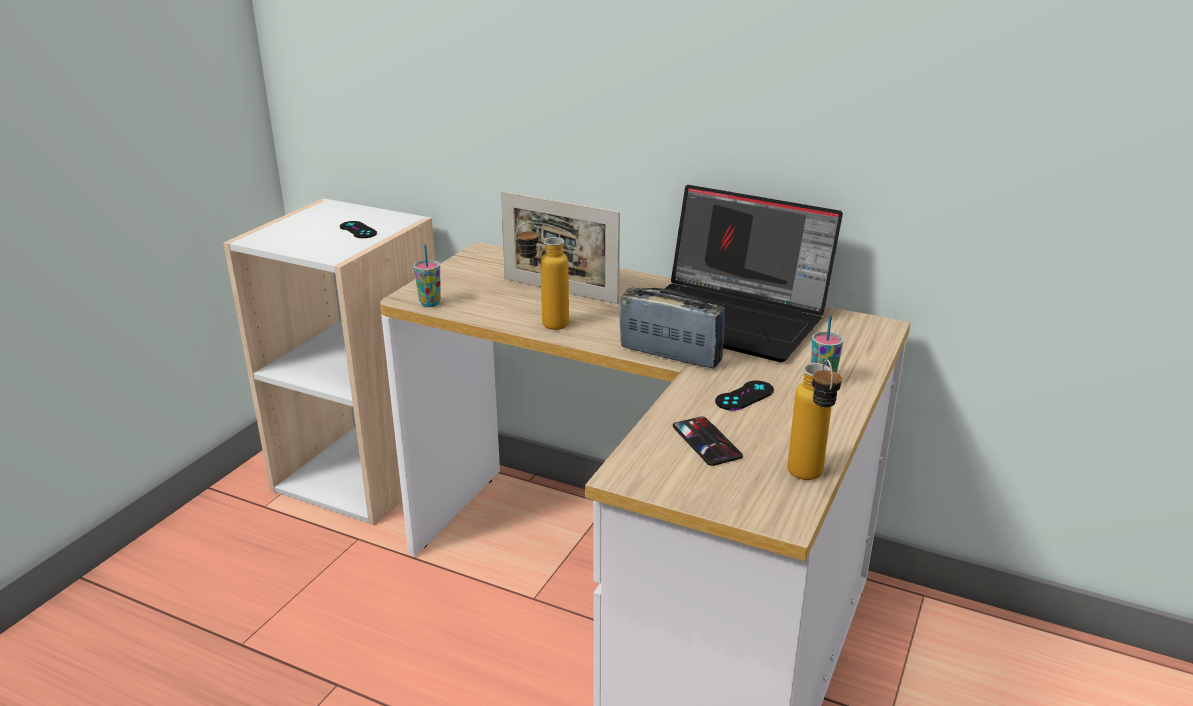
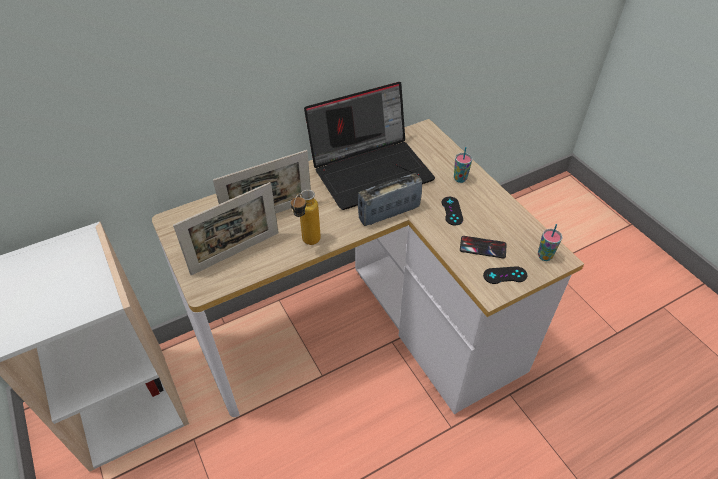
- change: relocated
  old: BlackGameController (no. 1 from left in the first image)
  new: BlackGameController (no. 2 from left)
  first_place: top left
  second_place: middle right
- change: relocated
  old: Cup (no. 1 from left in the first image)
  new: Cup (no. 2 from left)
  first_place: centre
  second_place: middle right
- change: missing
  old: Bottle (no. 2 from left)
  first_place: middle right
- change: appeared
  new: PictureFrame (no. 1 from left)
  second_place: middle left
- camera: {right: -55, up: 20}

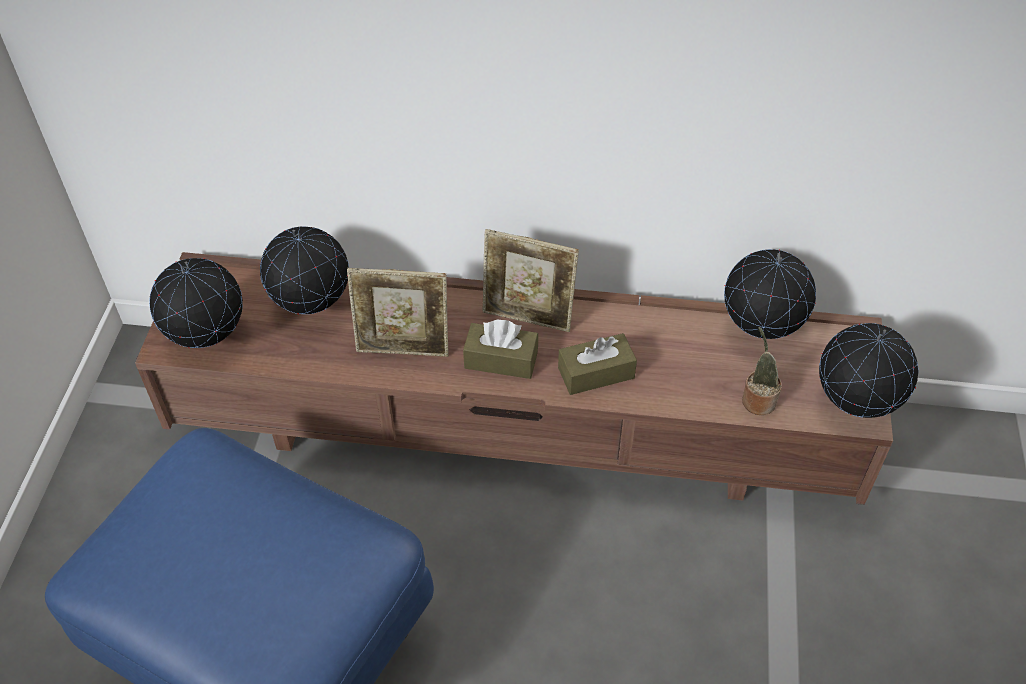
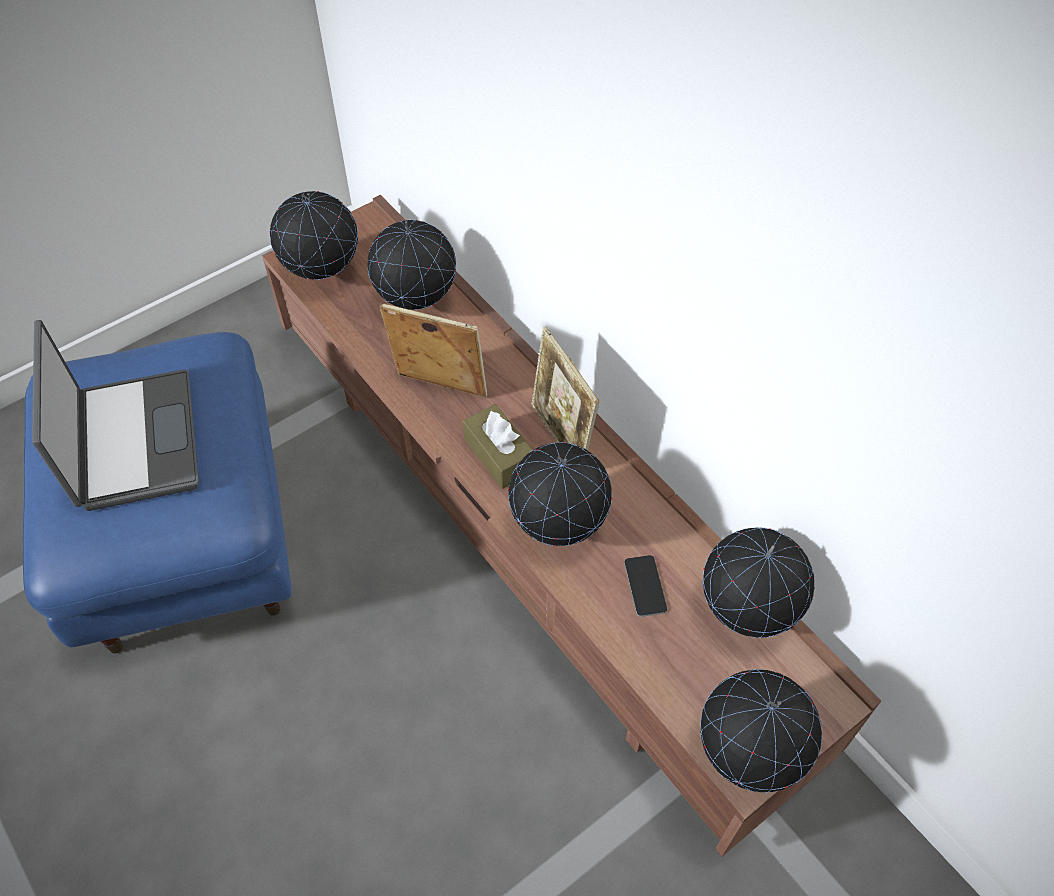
- change: spun
  old: PictureFrame (no. 1 from left)
  first_place: centre
  second_place: centre
  degrees: 150
- change: missing
  old: PottedPlant
  first_place: middle right
- change: exchanged
  old: BrownTissueBox (no. 2 from left)
  new: Globe (no. 3 from left)
  first_place: centre
  second_place: centre
- change: appeared
  new: Laptop
  second_place: middle left
- change: appeared
  new: Phone
  second_place: centre
- camera: {right: 45, up: 5}

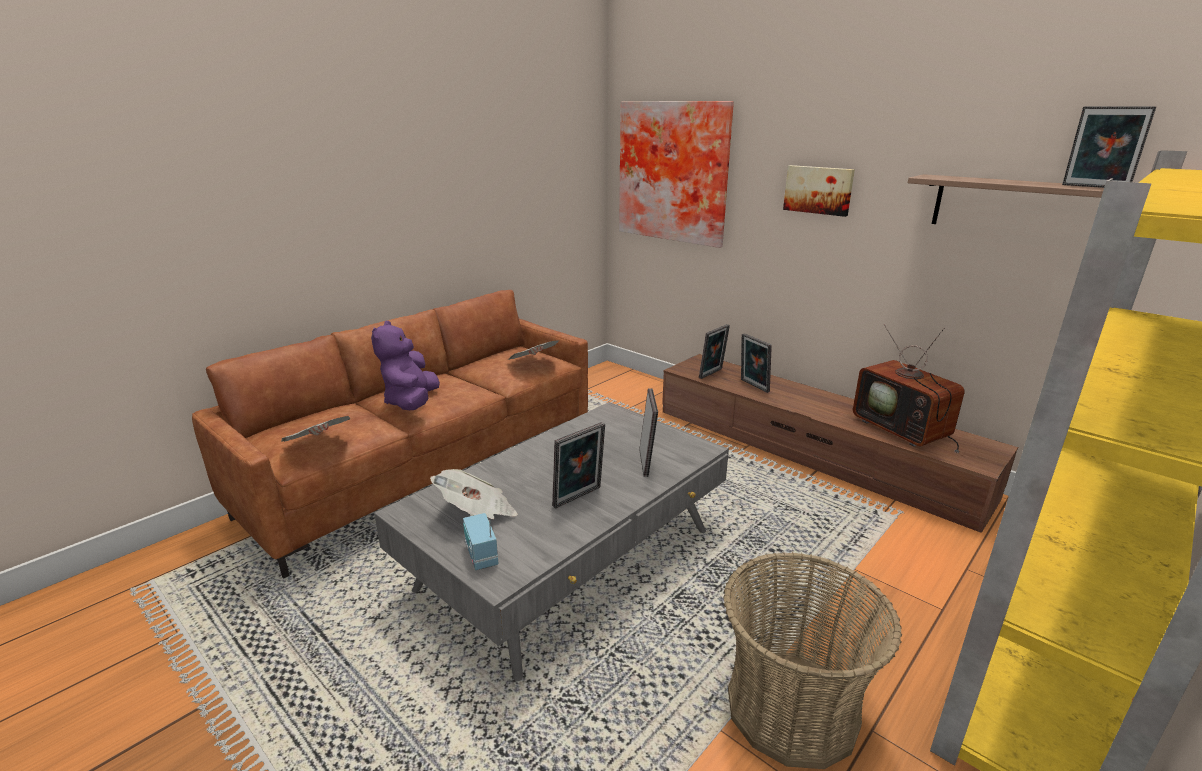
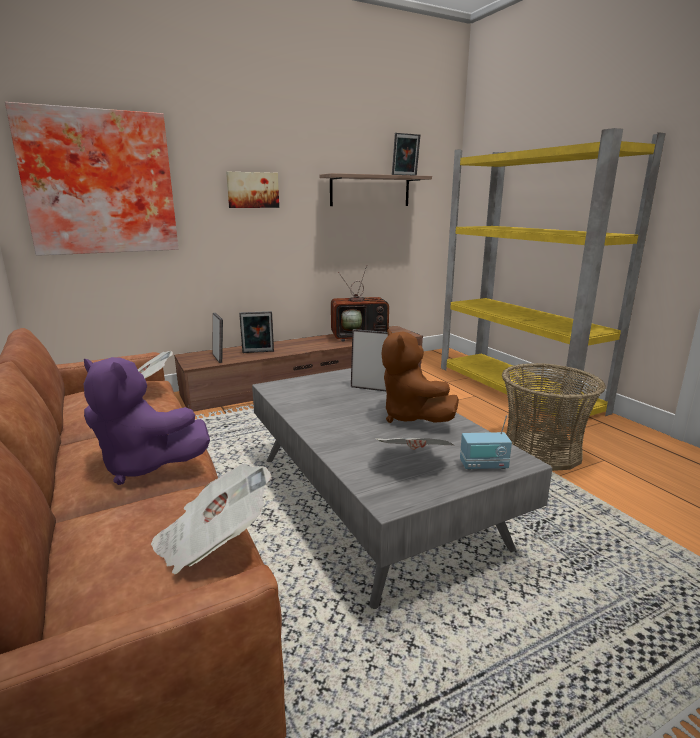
- change: exchanged
  old: PictureFrame (no. 1 from left)
  new: BrownPlushToy
  first_place: centre
  second_place: centre
- camera: {right: -70, up: -5}

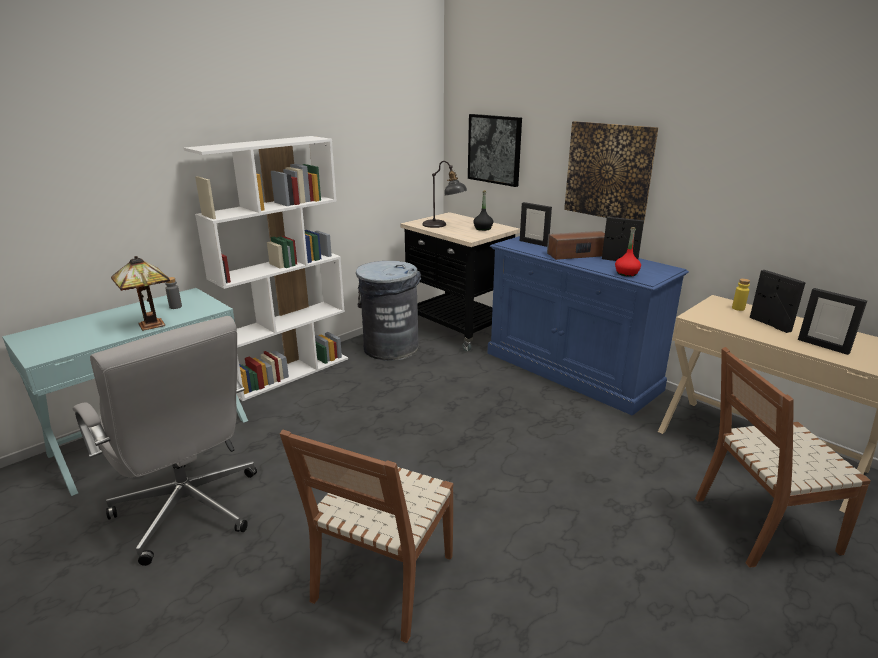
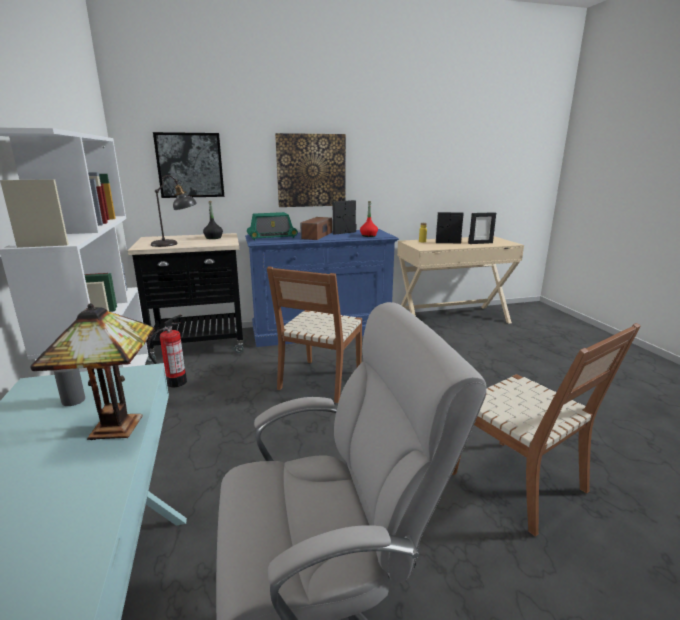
- change: exchanged
  old: PictureFrame (no. 1 from left)
  new: Radio
  first_place: centre
  second_place: centre
- change: exchanged
  old: GreyTrashCan
  new: FireExtinguisher
  first_place: centre
  second_place: middle left
- change: relocated
  old: Chair (no. 2 from left in the first image)
  new: Chair (no. 1 from left)
  first_place: bottom right
  second_place: centre
- camera: {right: -60, up: -5}

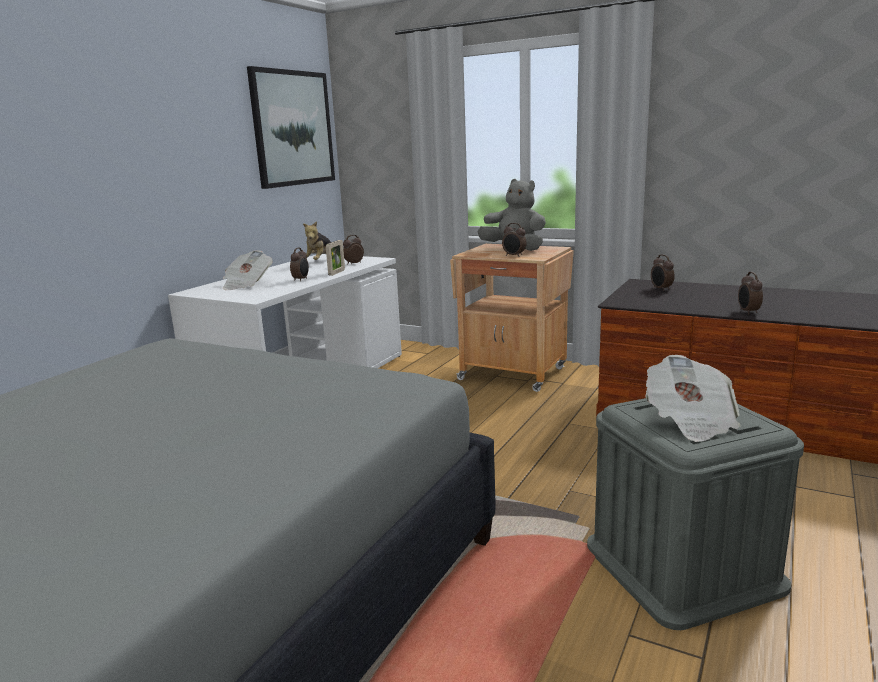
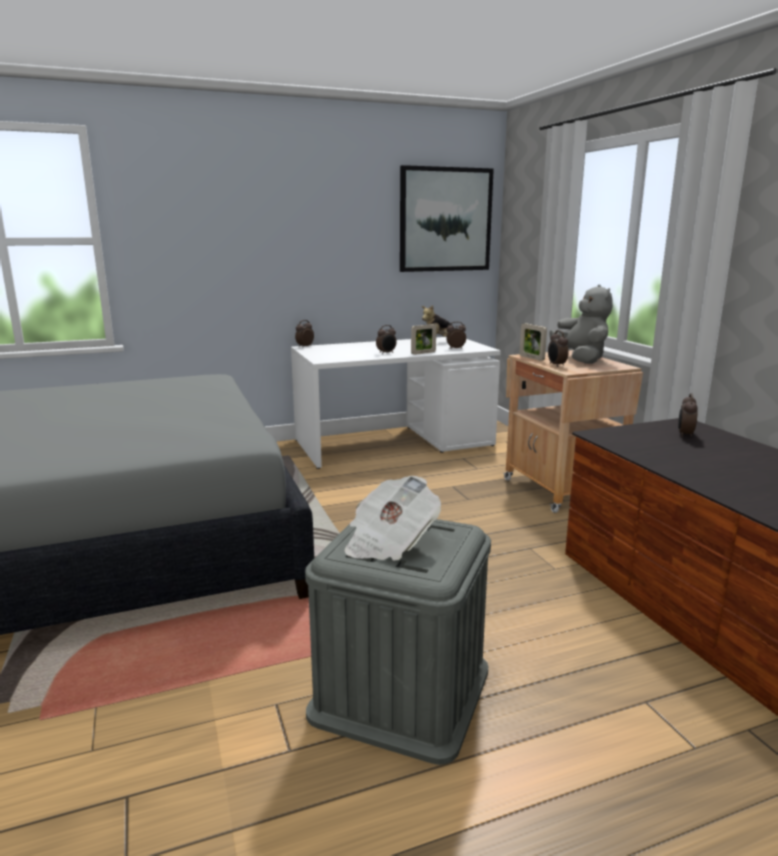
- change: missing
  old: Newspaper (no. 1 from left)
  first_place: middle left
- change: relocated
  old: AlarmClock (no. 5 from left in the first image)
  new: AlarmClock (no. 1 from left)
  first_place: middle right
  second_place: centre
- change: appeared
  new: PictureFrame (no. 2 from left)
  second_place: middle right
- camera: {right: 40, up: 0}

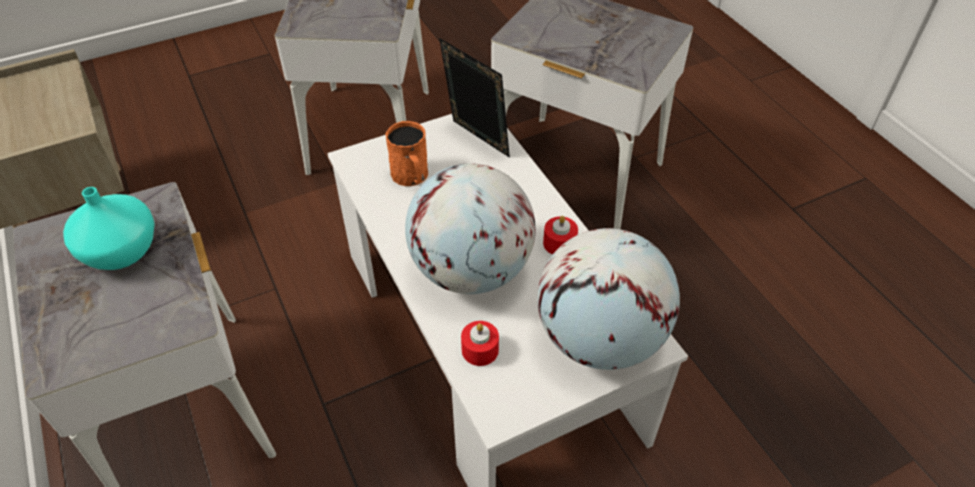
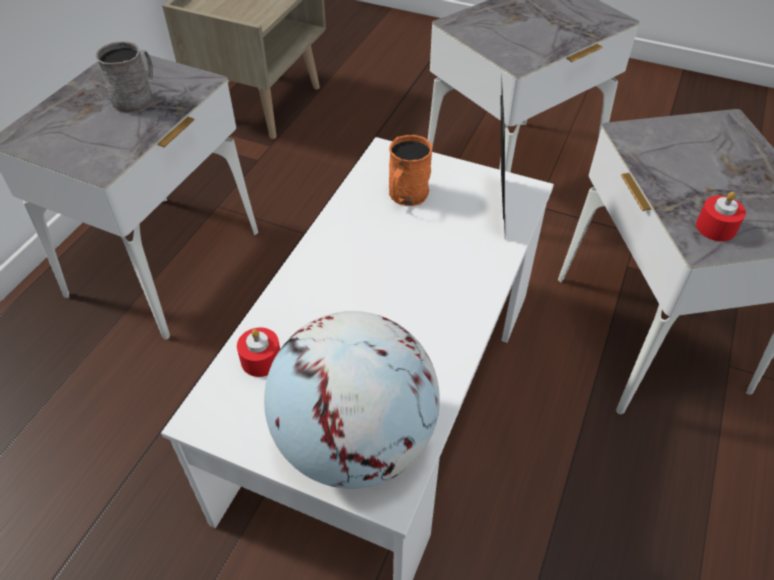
- change: missing
  old: Globe (no. 1 from left)
  first_place: centre
- change: exchanged
  old: TurquoiseVase
  new: GreyMug
  first_place: middle left
  second_place: top left
- change: relocated
  old: RedCandle (no. 2 from left)
  first_place: centre
  second_place: middle right
- camera: {right: 50, up: 0}

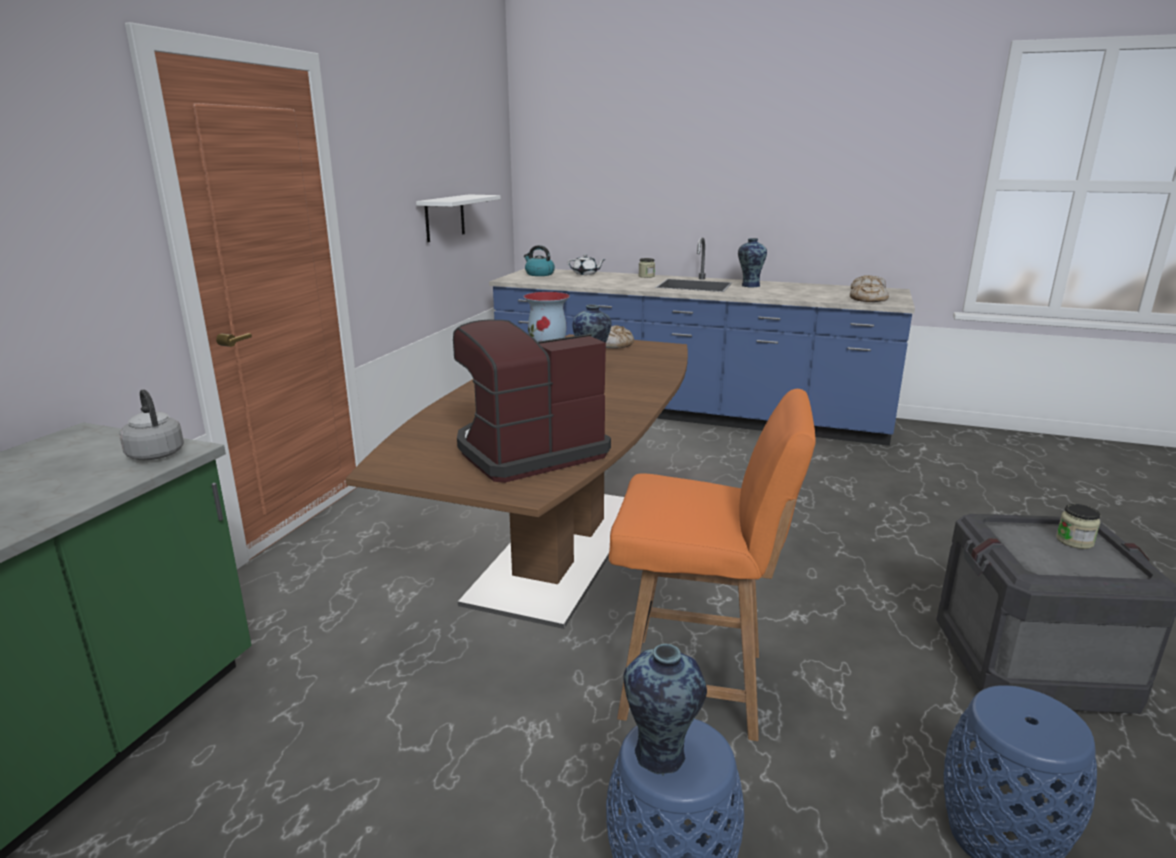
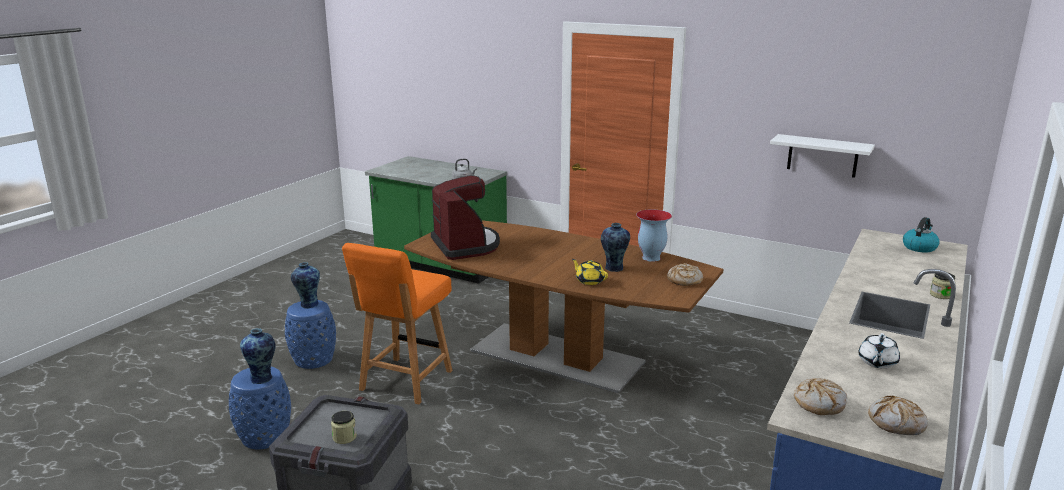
- change: relocated
  old: Vase (no. 4 from left in the first image)
  new: Vase (no. 1 from left)
  first_place: top centre
  second_place: bottom left
- change: relocated
  old: WhiteTeapot
  first_place: top centre
  second_place: bottom right
- change: appeared
  new: YellowTeapot
  second_place: centre
- camera: {right: 100, up: 0}

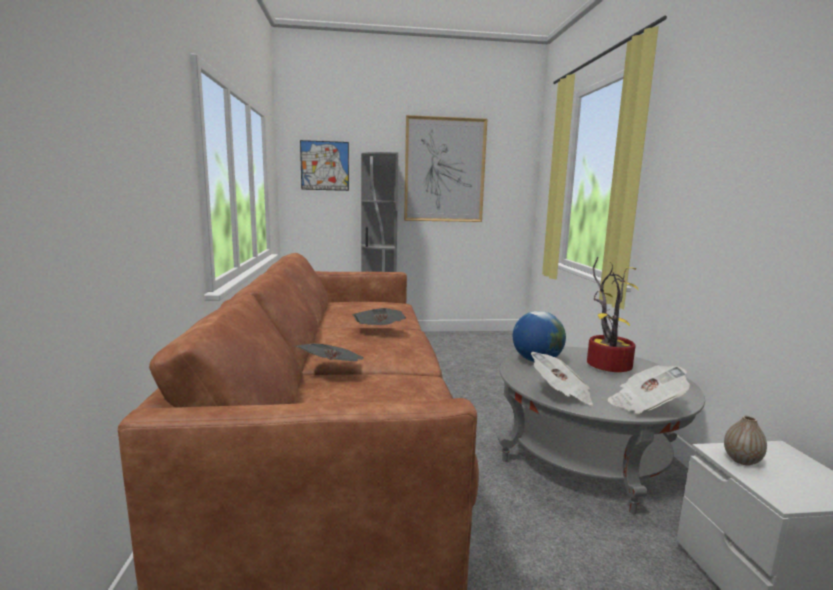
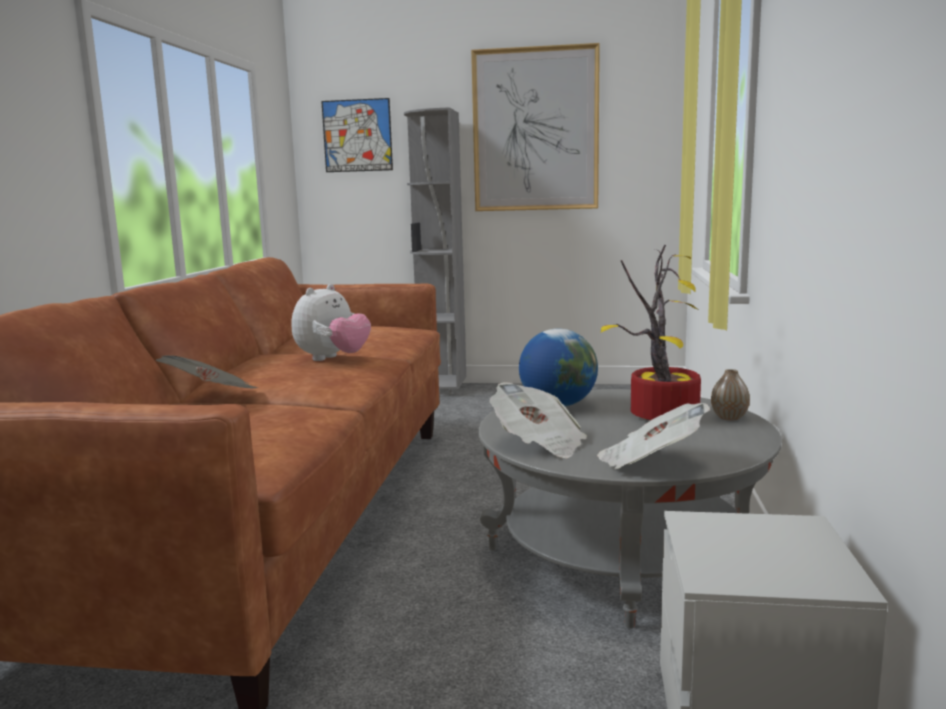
- change: exchanged
  old: Newspaper (no. 2 from left)
  new: PlushToy
  first_place: centre
  second_place: centre
- change: relocated
  old: Vase
  first_place: bottom right
  second_place: middle right
- camera: {right: 15, up: 0}

